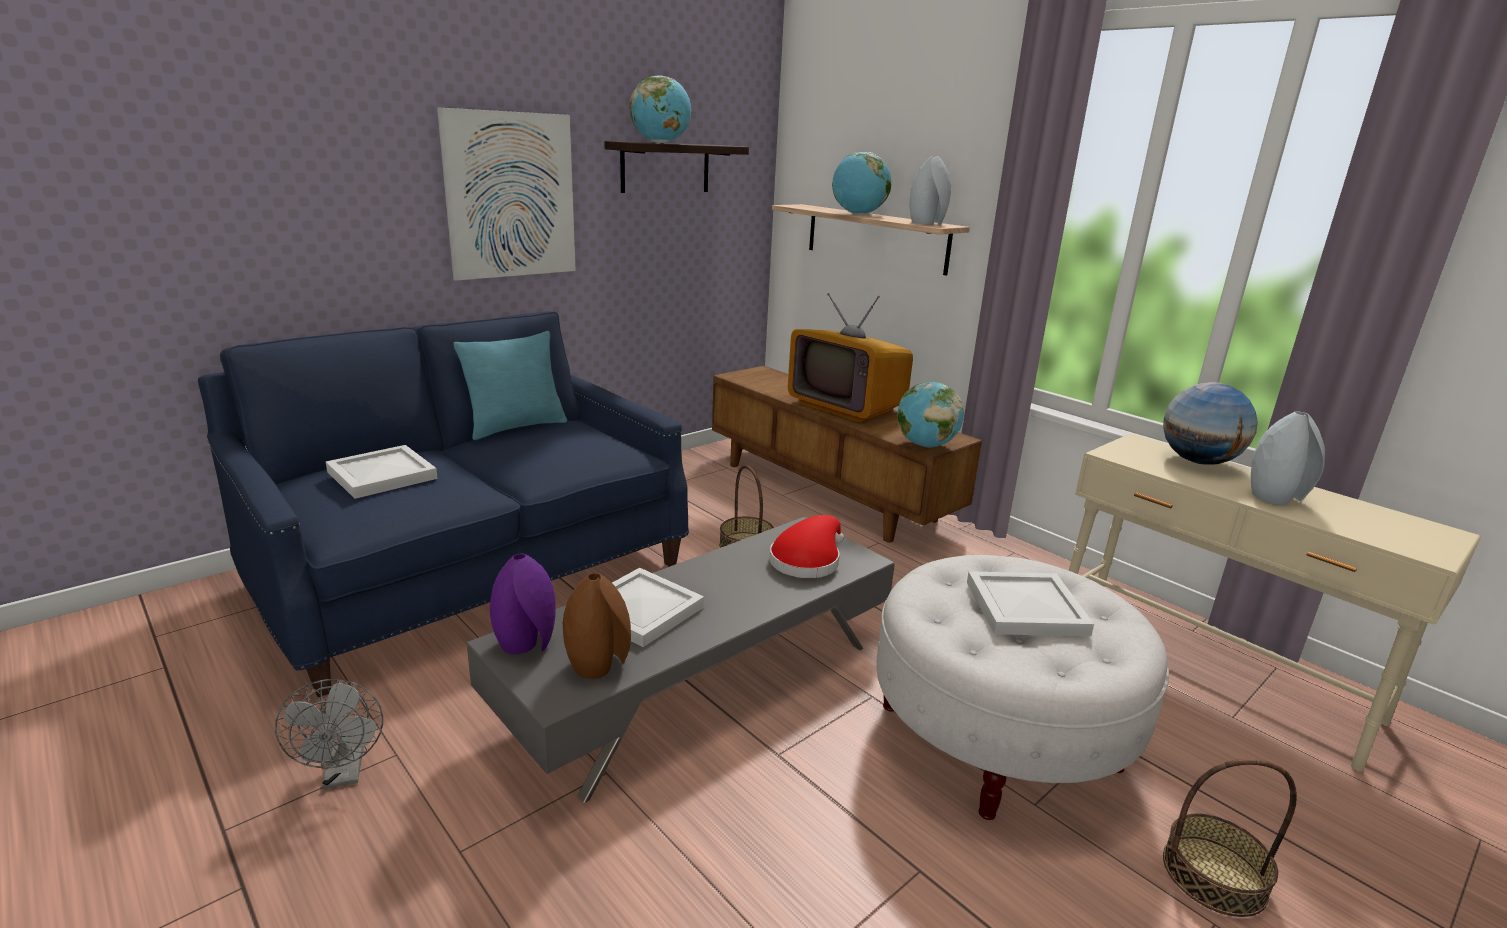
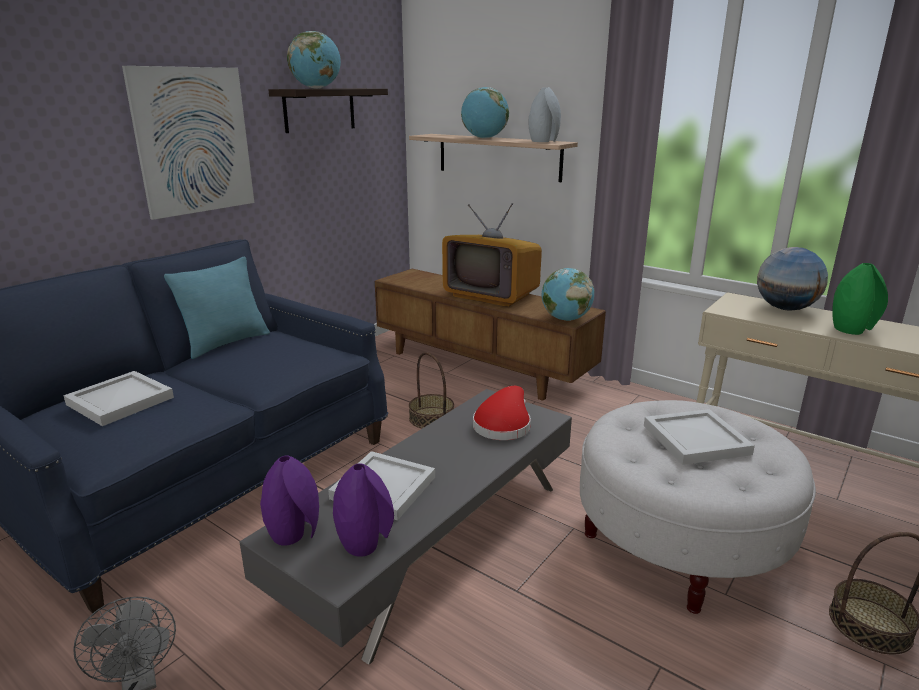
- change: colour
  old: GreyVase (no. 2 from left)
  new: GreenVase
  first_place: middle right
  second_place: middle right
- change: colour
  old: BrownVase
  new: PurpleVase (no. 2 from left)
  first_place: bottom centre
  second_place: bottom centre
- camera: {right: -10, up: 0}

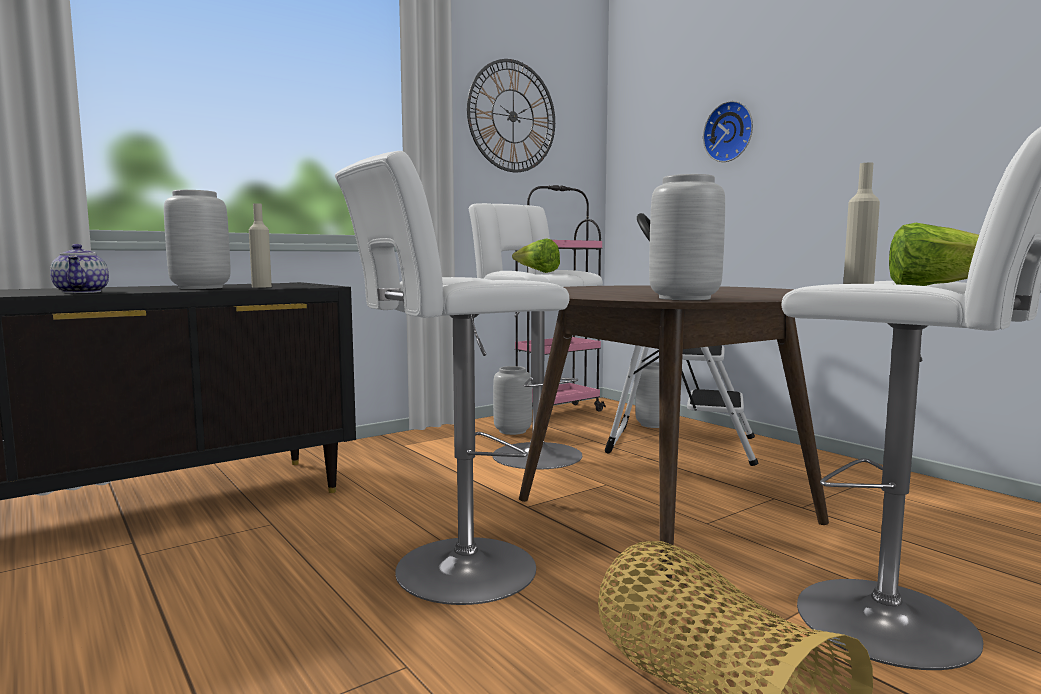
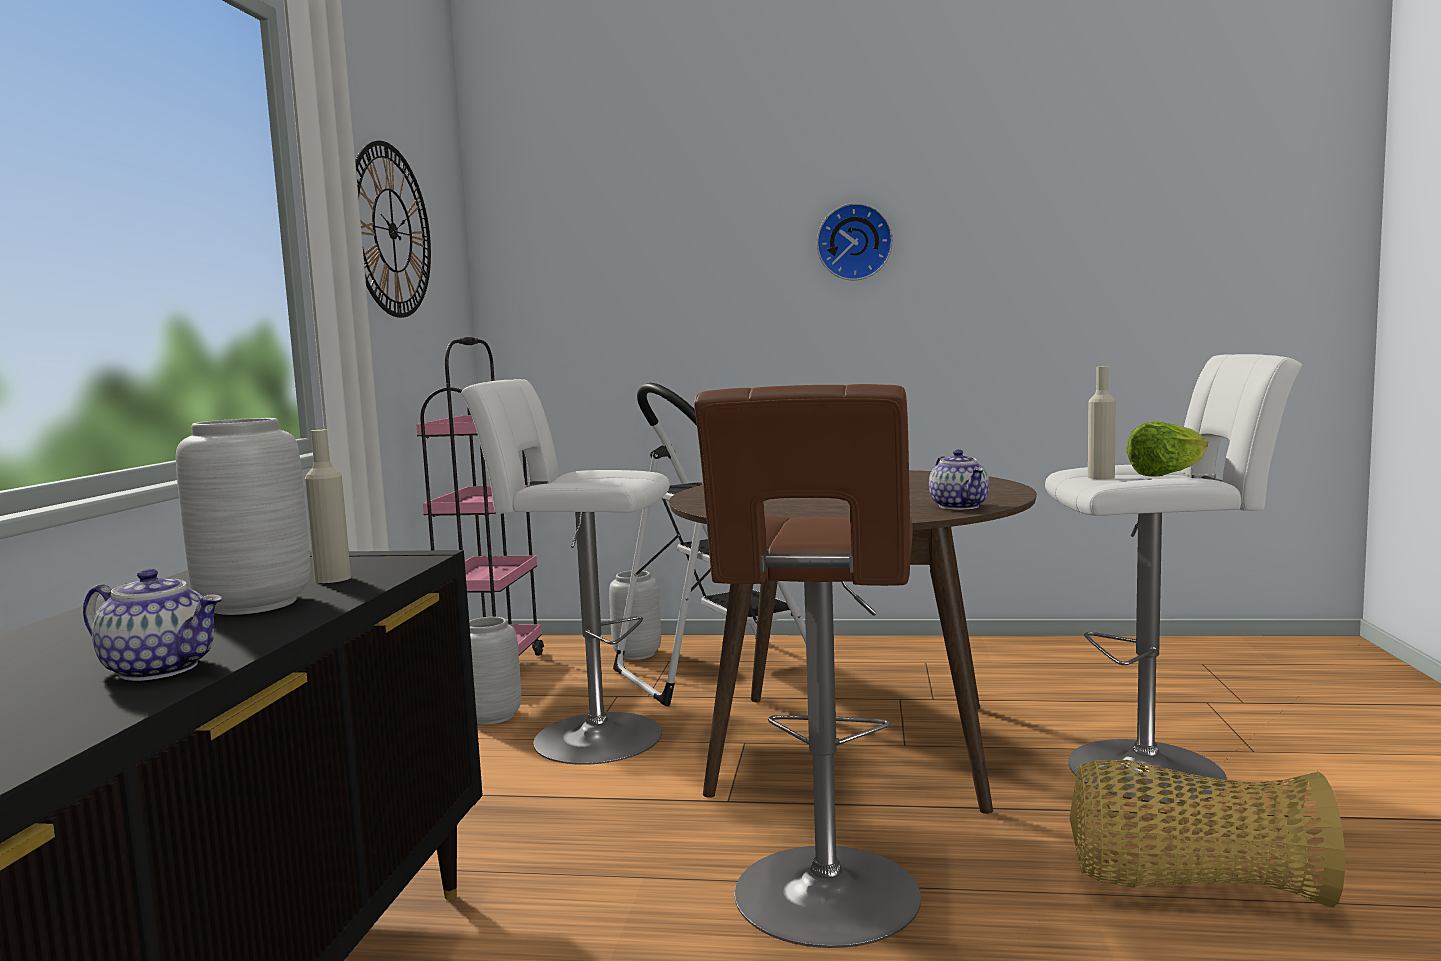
- change: relocated
  old: WallClock (no. 2 from left)
  first_place: top right
  second_place: top centre
- change: colour
  old: WhiteStool (no. 1 from left)
  new: BrownStool
  first_place: centre
  second_place: bottom centre
- change: exchanged
  old: GreyVase (no. 4 from left)
  new: Teapot (no. 2 from left)
  first_place: centre
  second_place: centre
- change: missing
  old: Lettuce (no. 1 from left)
  first_place: centre
- camera: {right: -45, up: 0}

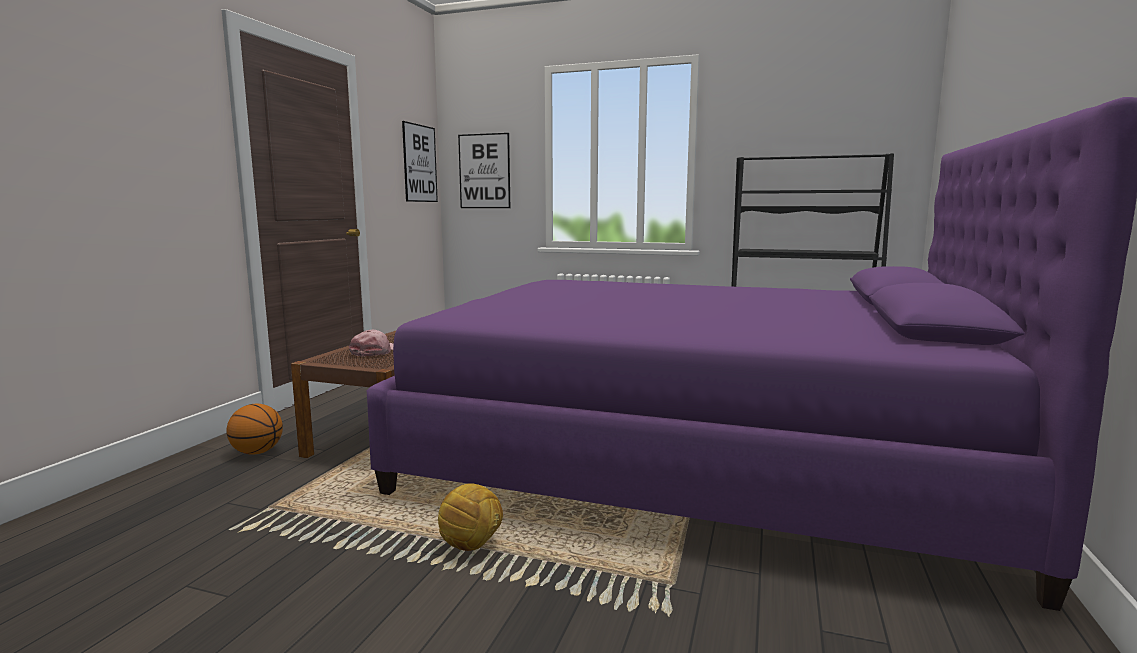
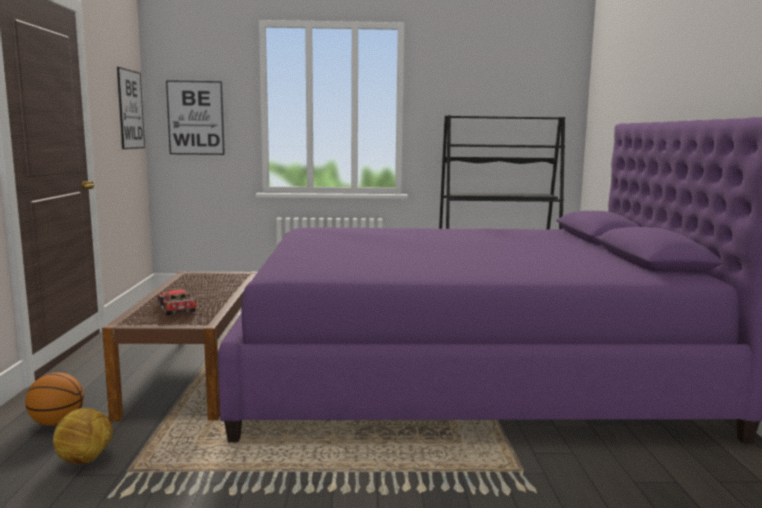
- change: exchanged
  old: PinkCap
  new: ToyCar
  first_place: middle left
  second_place: middle left
- change: relocated
  old: Football
  first_place: bottom centre
  second_place: bottom left
- camera: {right: -20, up: 0}

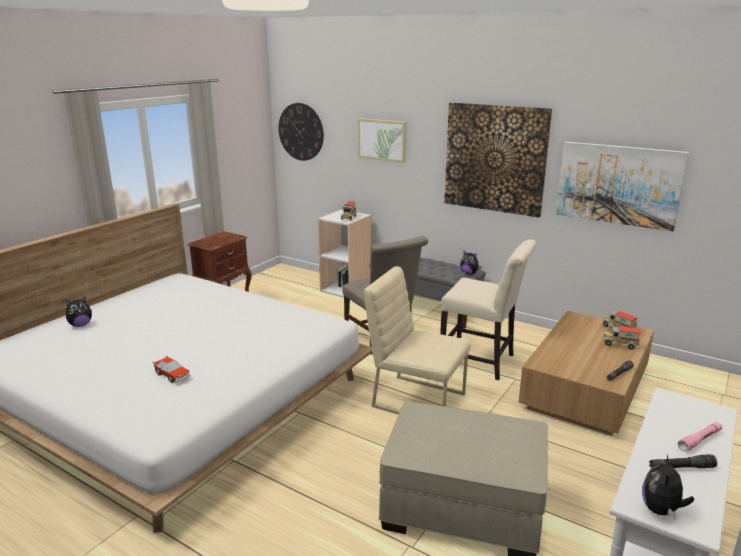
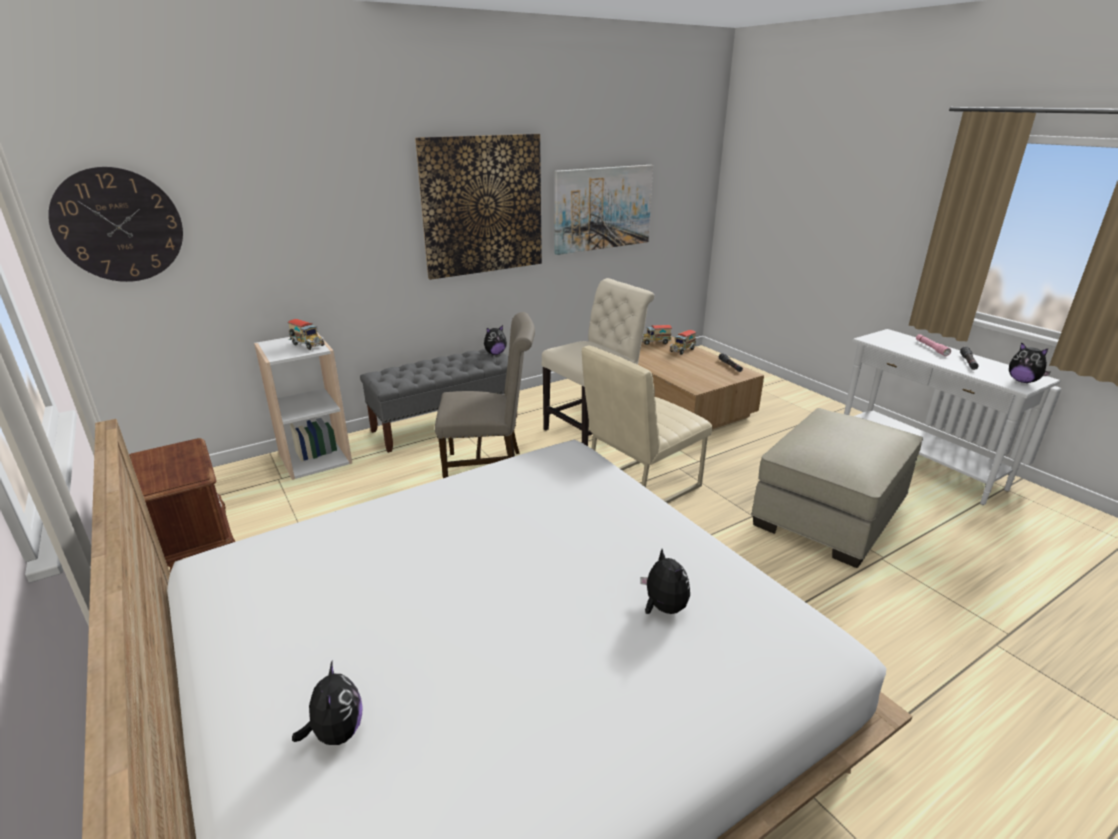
- change: missing
  old: Picture (no. 1 from left)
  first_place: top centre
- change: exchanged
  old: ToyCar
  new: PlushToy (no. 3 from left)
  first_place: middle left
  second_place: bottom centre
- camera: {right: -65, up: 5}

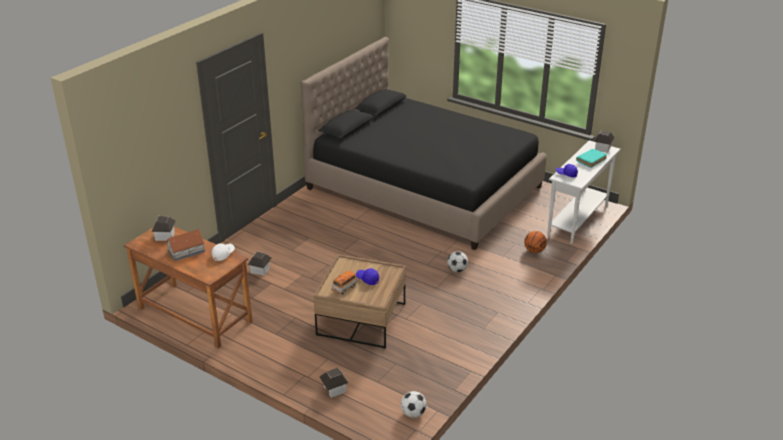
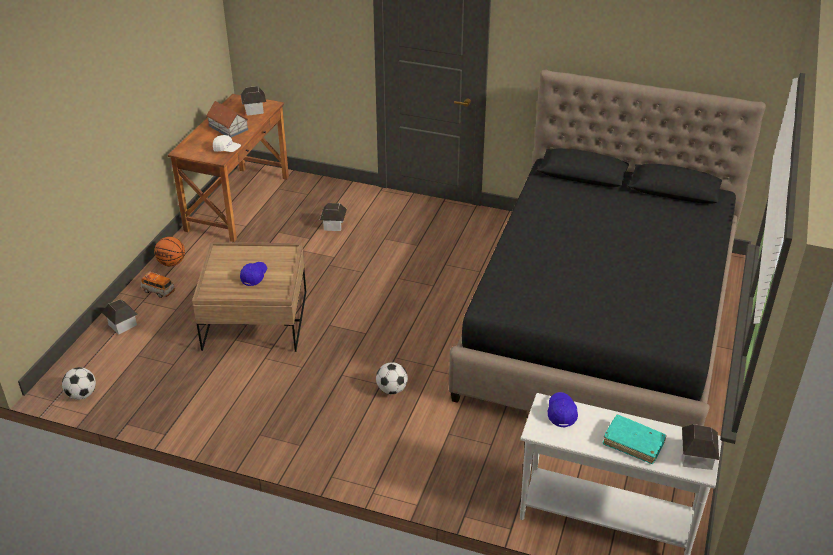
- change: relocated
  old: Basketball
  first_place: middle right
  second_place: middle left
- change: relocated
  old: ToyCar
  first_place: centre
  second_place: middle left
- camera: {right: 75, up: 5}

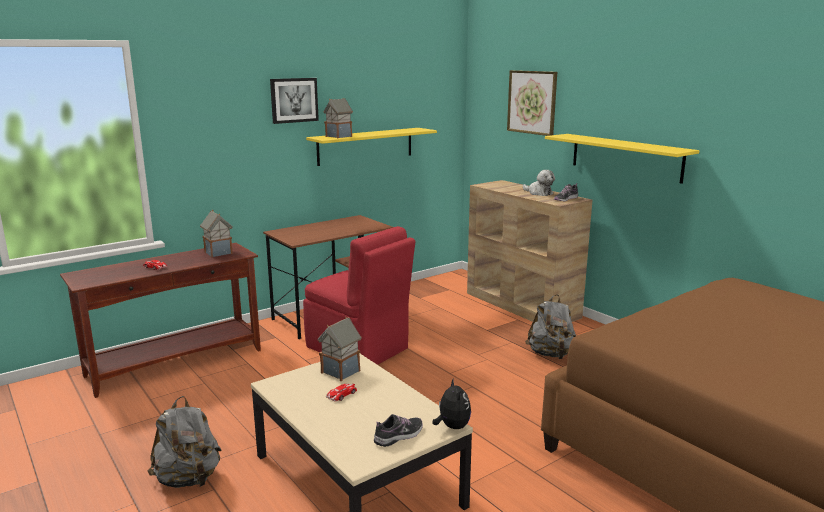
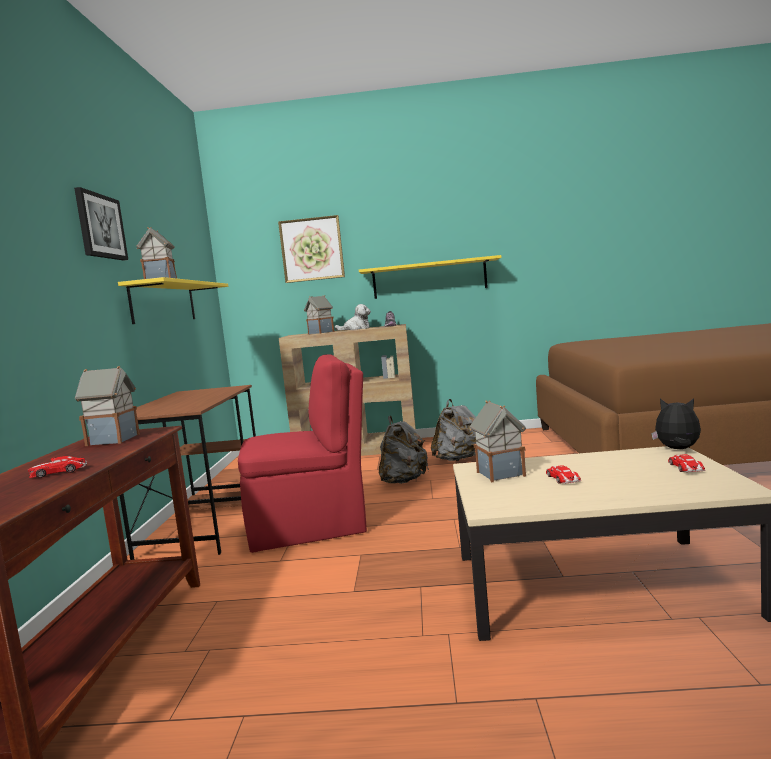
- change: relocated
  old: GreyBackpack (no. 1 from left)
  first_place: bottom left
  second_place: centre
- change: exchanged
  old: Shoe (no. 1 from left)
  new: ToyCar (no. 3 from left)
  first_place: bottom centre
  second_place: middle right
- change: appeared
  new: ToyHouse (no. 3 from left)
  second_place: centre
- camera: {right: -50, up: -10}

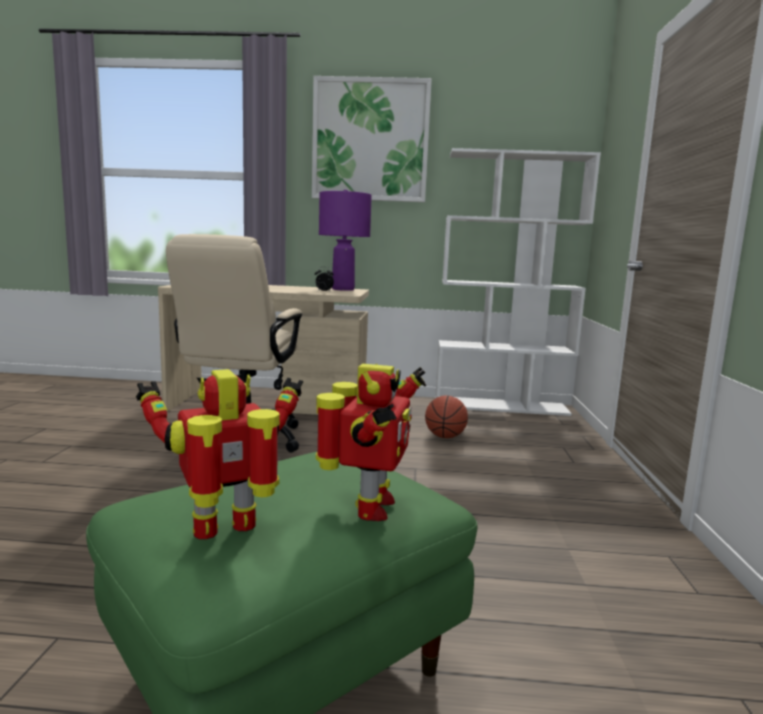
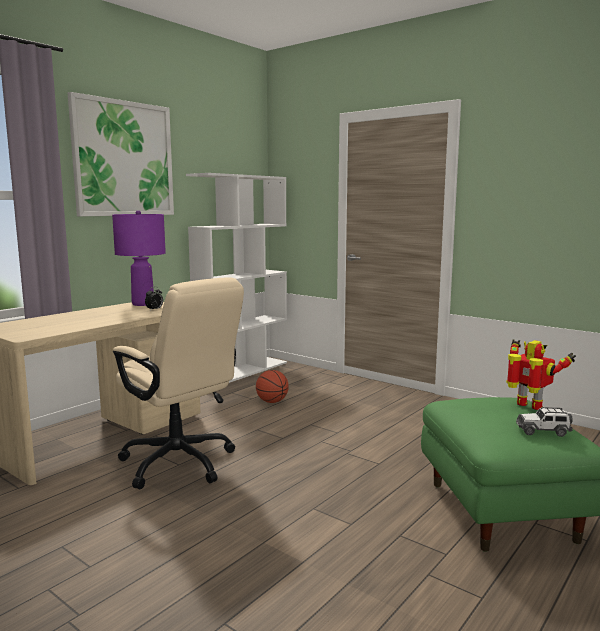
- change: exchanged
  old: ToyRobot (no. 1 from left)
  new: ToyCar
  first_place: middle left
  second_place: bottom right
- camera: {right: -55, up: 0}

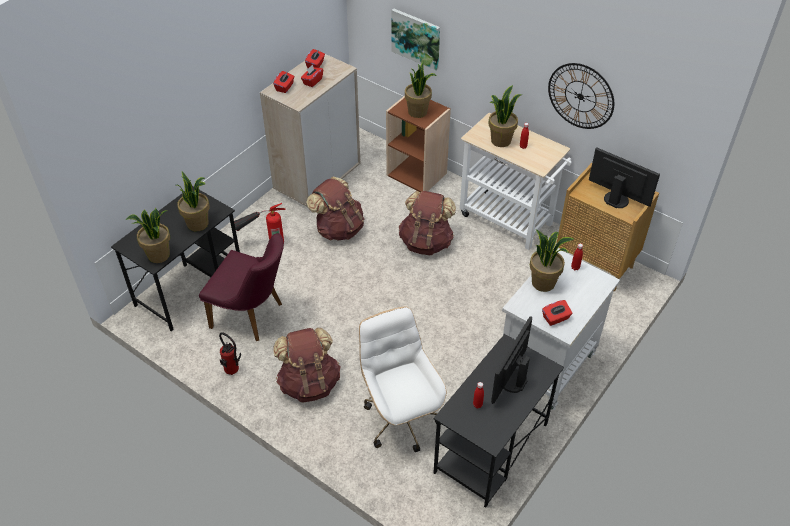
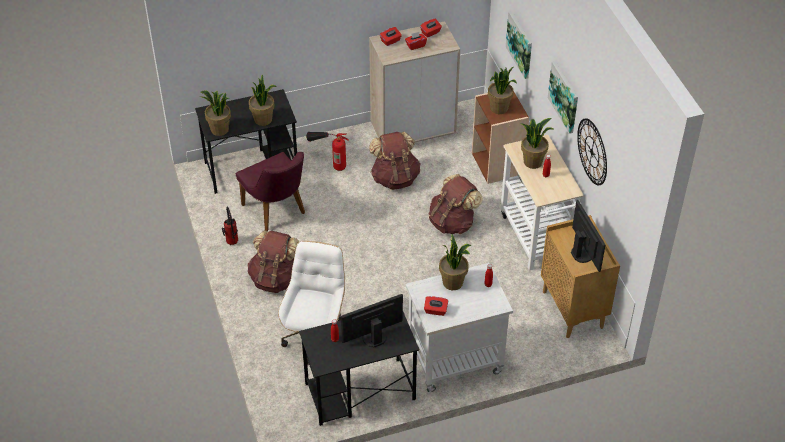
- change: appeared
  new: Picture (no. 2 from left)
  second_place: top right
- camera: {right: 35, up: 0}

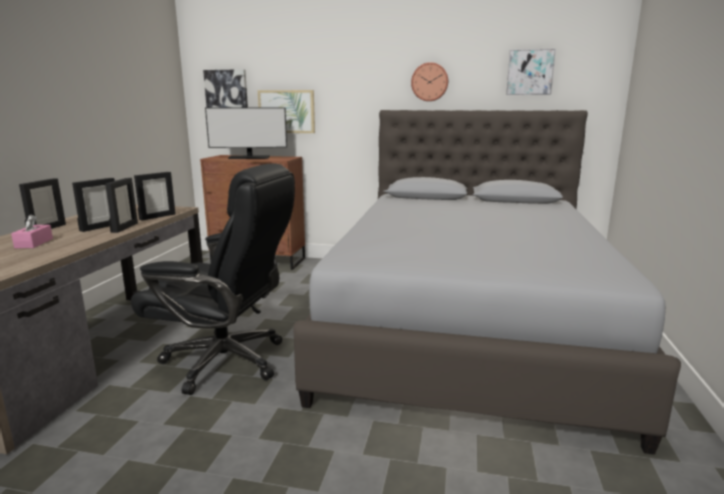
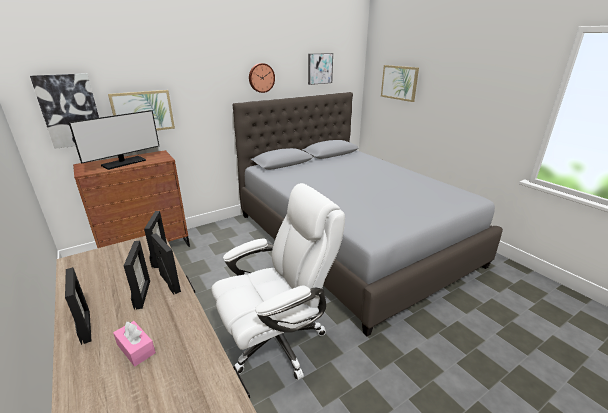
- change: colour
  old: BlackOfficeChair
  new: WhiteOfficeChair
  first_place: middle left
  second_place: bottom centre
- change: appeared
  new: Picture (no. 4 from left)
  second_place: top centre
- camera: {right: -45, up: 10}

